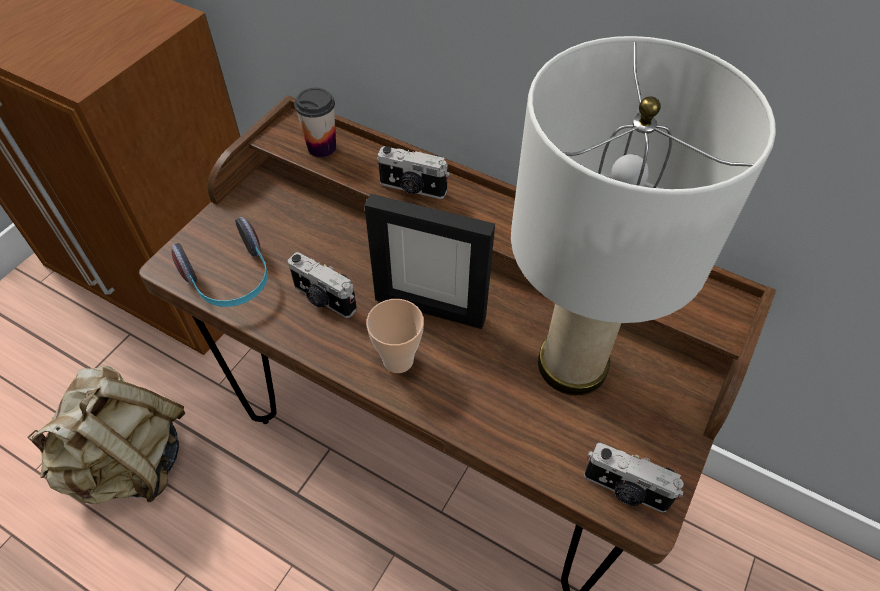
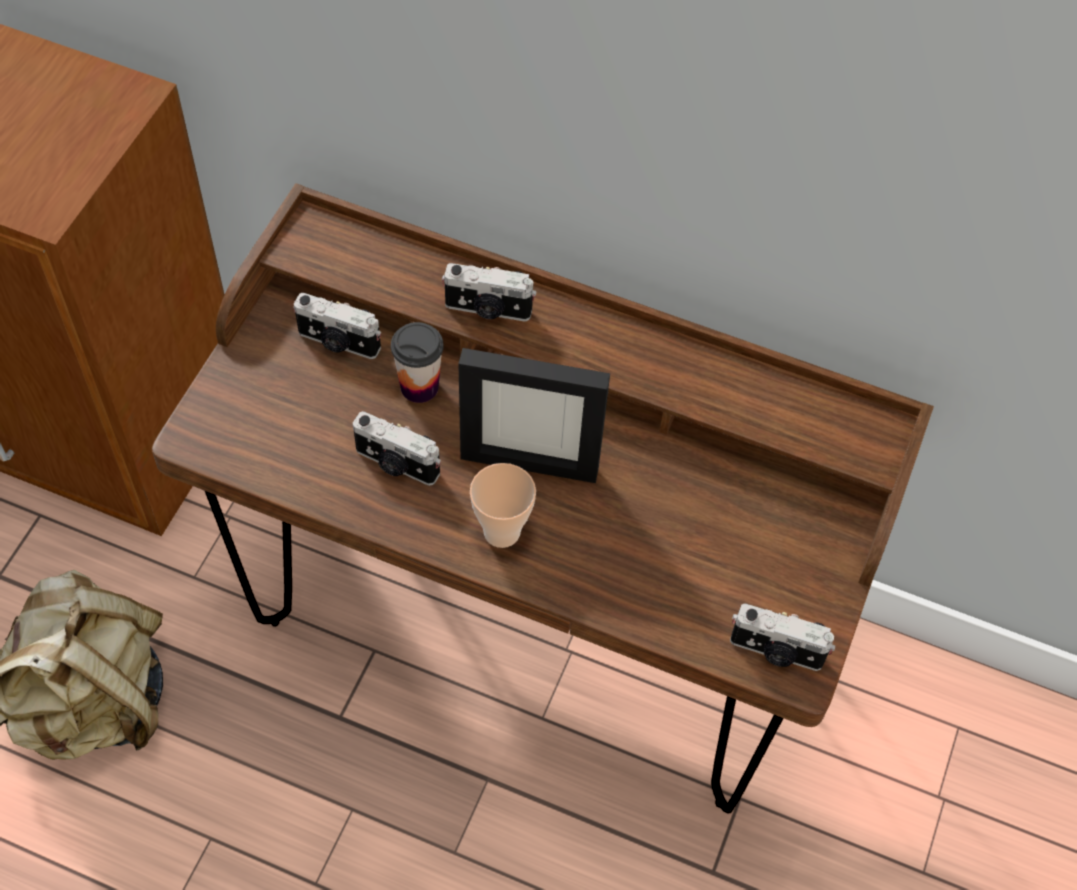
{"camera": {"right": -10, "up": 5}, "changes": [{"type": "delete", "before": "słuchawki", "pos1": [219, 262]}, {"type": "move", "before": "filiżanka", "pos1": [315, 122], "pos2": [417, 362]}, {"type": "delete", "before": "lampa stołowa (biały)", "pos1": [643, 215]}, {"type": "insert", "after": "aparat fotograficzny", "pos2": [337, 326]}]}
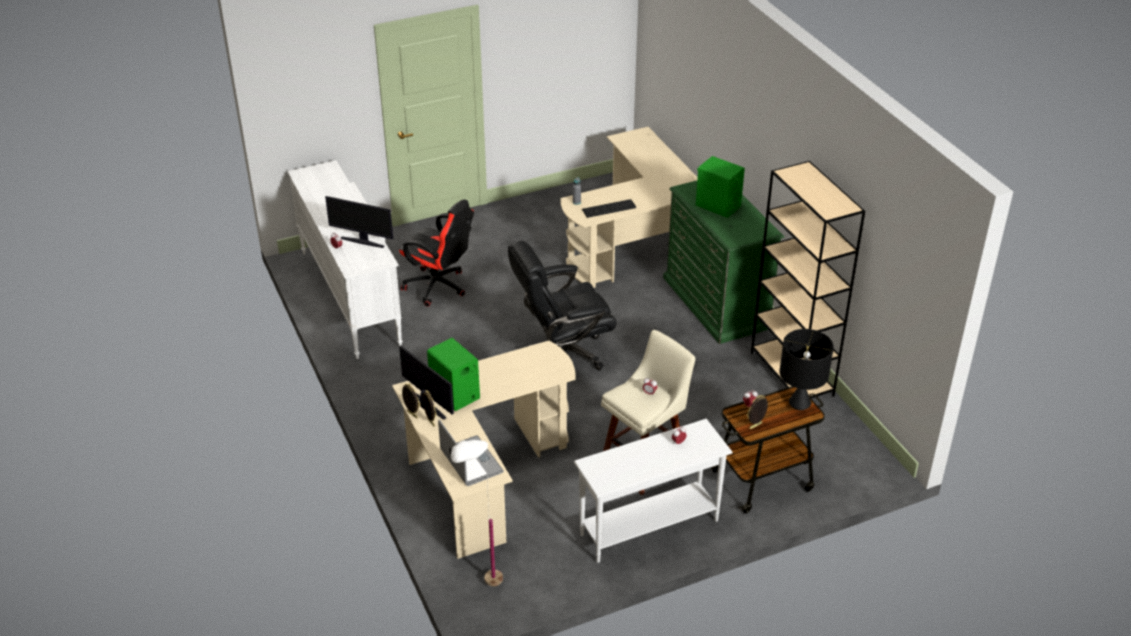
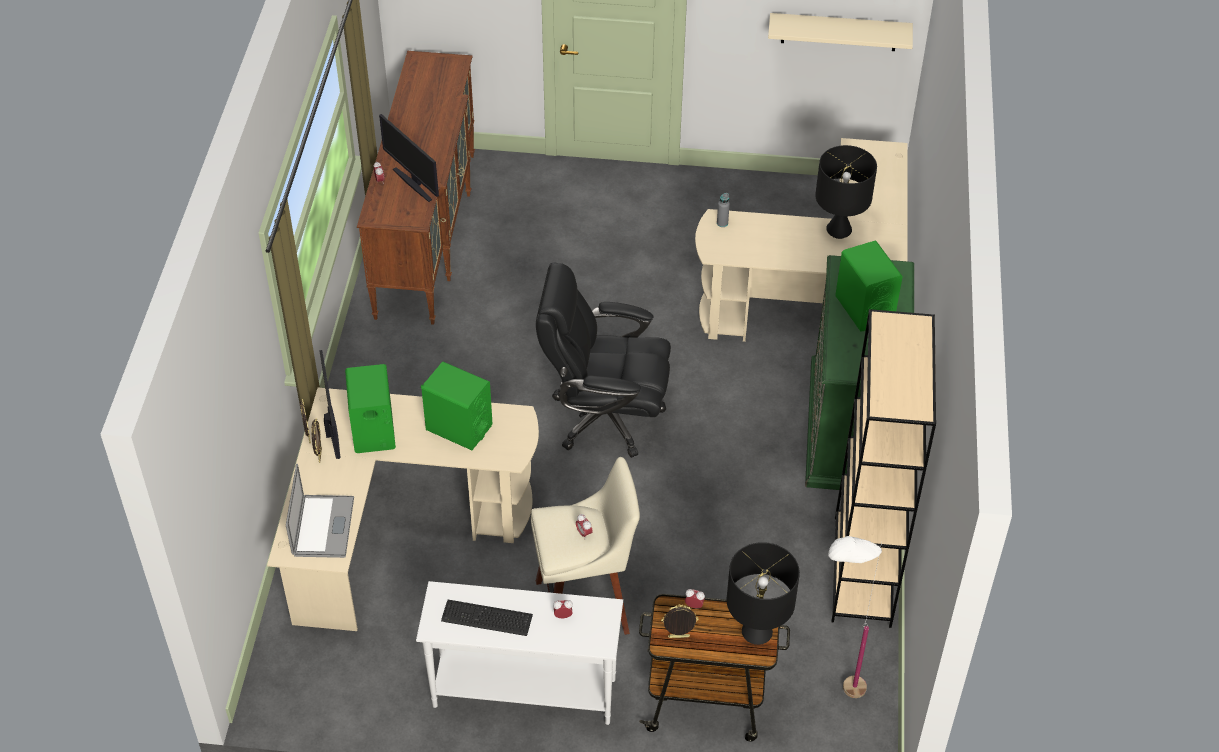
{"camera": {"right": 30, "up": 10}, "changes": [{"type": "recolor", "before": "szafka (biały)", "after": "szafka (brązowy)", "pos1": [345, 259], "pos2": [416, 188]}, {"type": "delete", "before": "krzesło biurowe (czarny)", "pos1": [436, 253]}, {"type": "move", "before": "lampa stojąca (biały)", "pos1": [477, 513], "pos2": [855, 617]}, {"type": "move", "before": "klawiatura", "pos1": [609, 208], "pos2": [487, 618]}, {"type": "insert", "after": "głośnik (zielony)", "pos2": [456, 406]}, {"type": "insert", "after": "półka (beżowy)", "pos2": [840, 32]}, {"type": "insert", "after": "lampa stołowa (czarny)", "pos2": [846, 192]}]}
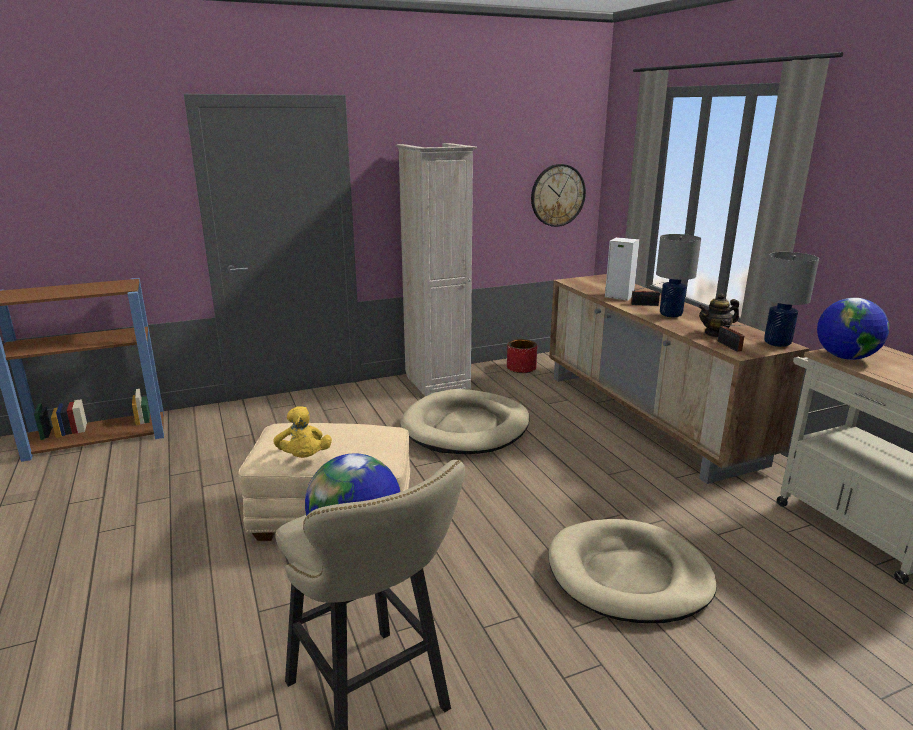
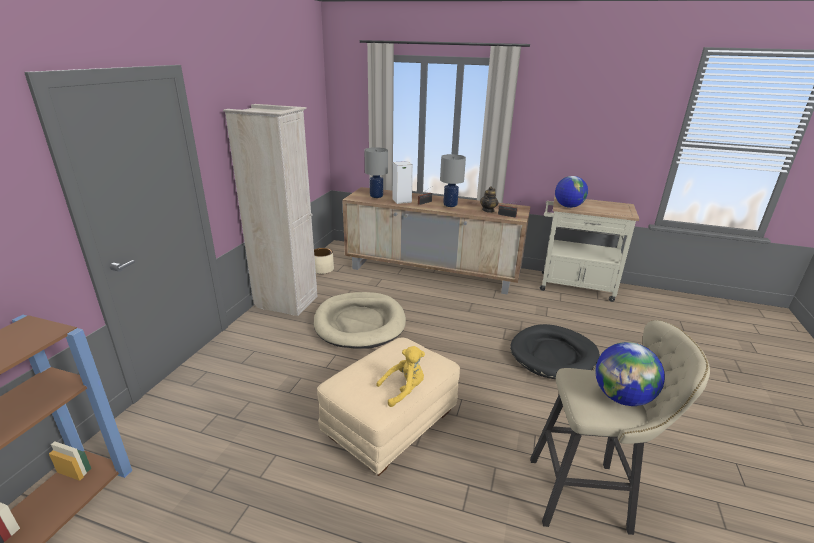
{"camera": {"right": -50, "up": 5}, "changes": [{"type": "rotate", "before": "pluszak (żółty)", "pos1": [302, 432], "pos2": [400, 376], "turn": -45}, {"type": "recolor", "before": "donica (czerwony)", "after": "donica (beżowy)", "pos1": [522, 356], "pos2": [324, 261]}, {"type": "delete", "before": "zegar ścienny", "pos1": [558, 195]}, {"type": "recolor", "before": "legowisko (beżowy)", "after": "legowisko (czarny)", "pos1": [632, 571], "pos2": [555, 351]}, {"type": "move", "before": "lampa stołowa (szary)", "pos1": [790, 299], "pos2": [376, 172]}]}
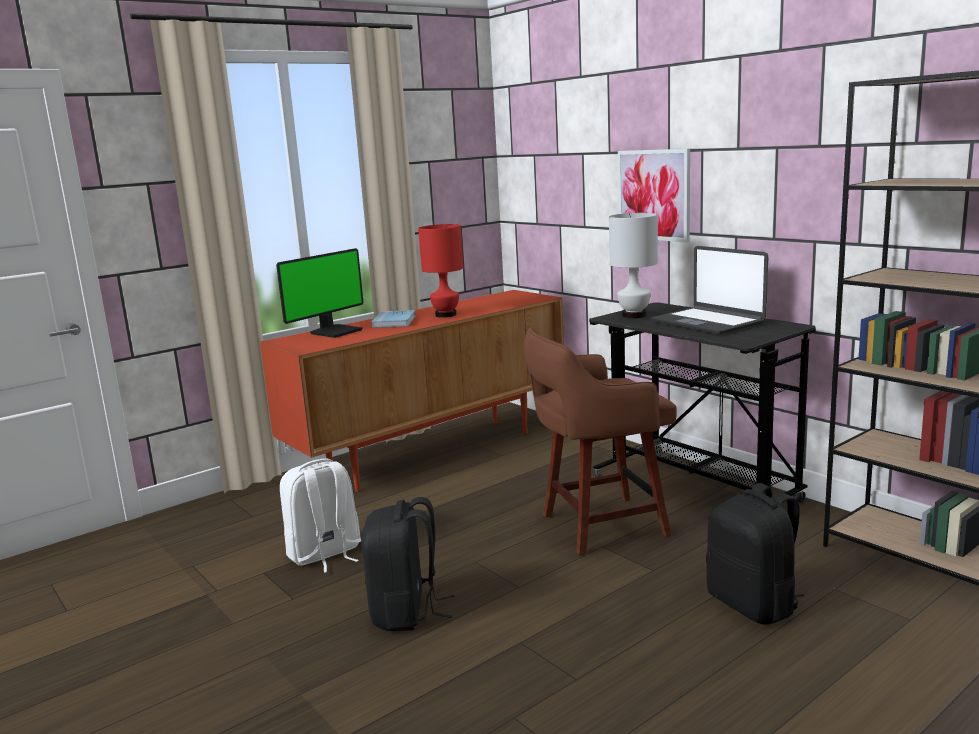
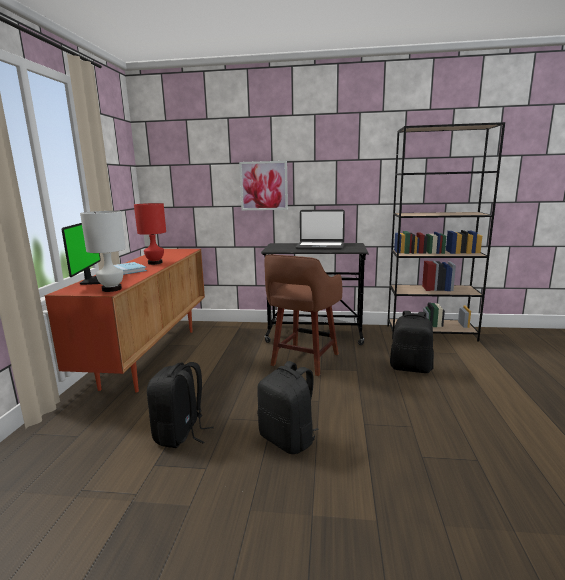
{"camera": {"right": -45, "up": 0}, "changes": [{"type": "recolor", "before": "plecak (biały)", "after": "plecak (czarny)", "pos1": [320, 516], "pos2": [180, 405]}, {"type": "move", "before": "lampa stołowa (biały)", "pos1": [633, 265], "pos2": [103, 251]}]}
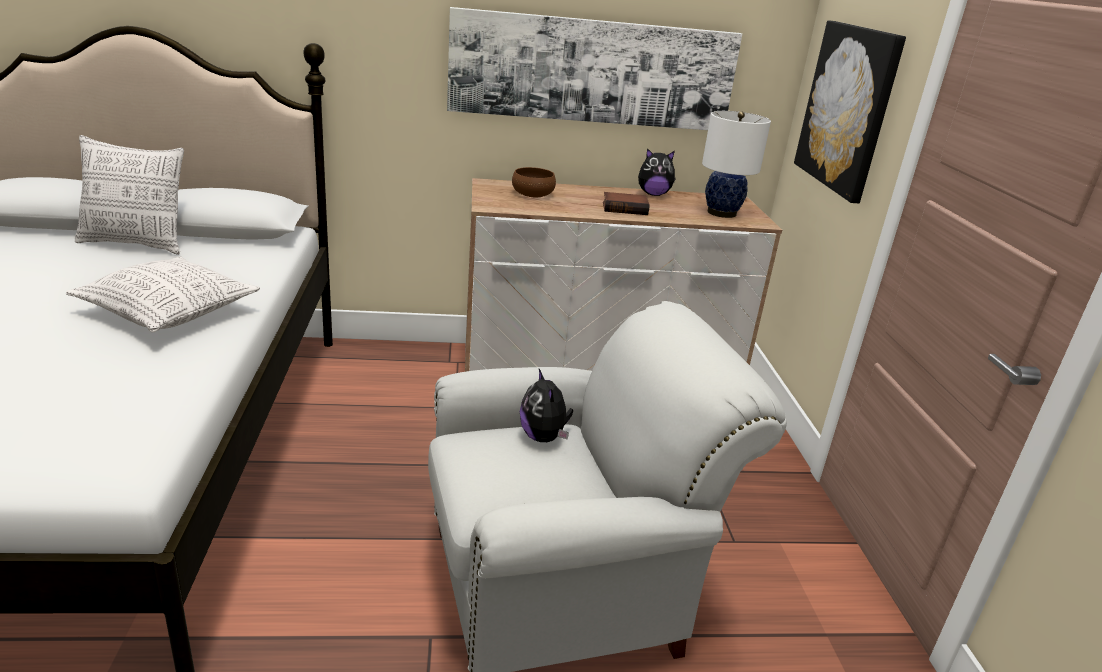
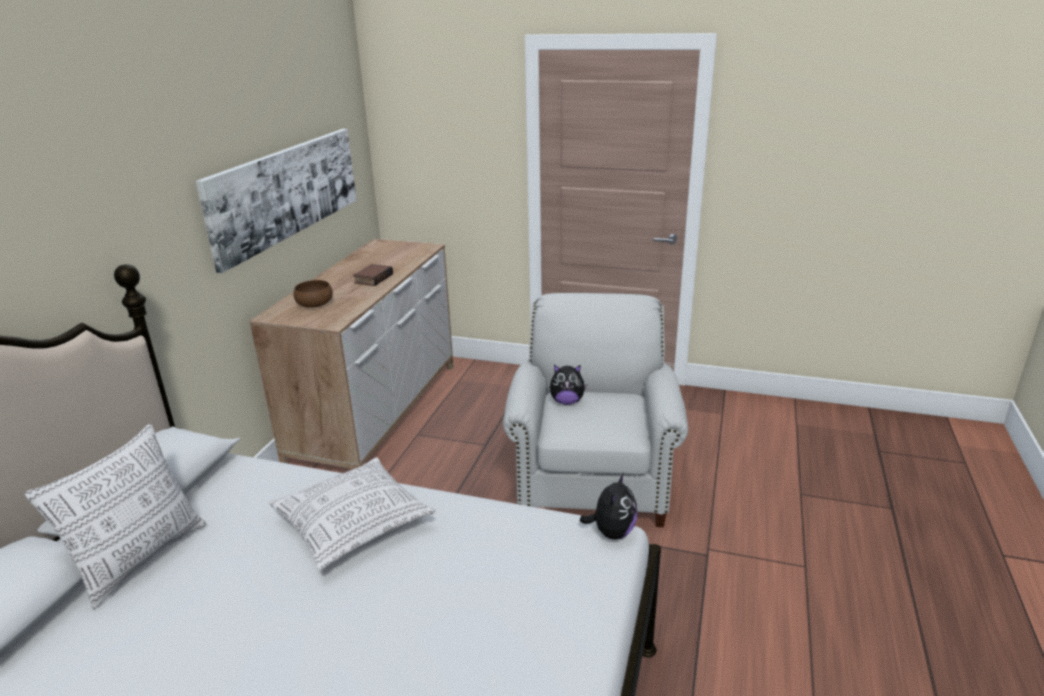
{"camera": {"right": -65, "up": 0}, "changes": [{"type": "move", "before": "pluszak", "pos1": [657, 172], "pos2": [609, 506]}, {"type": "delete", "before": "lampa stołowa (biały)", "pos1": [736, 164]}, {"type": "delete", "before": "obraz", "pos1": [850, 111]}]}
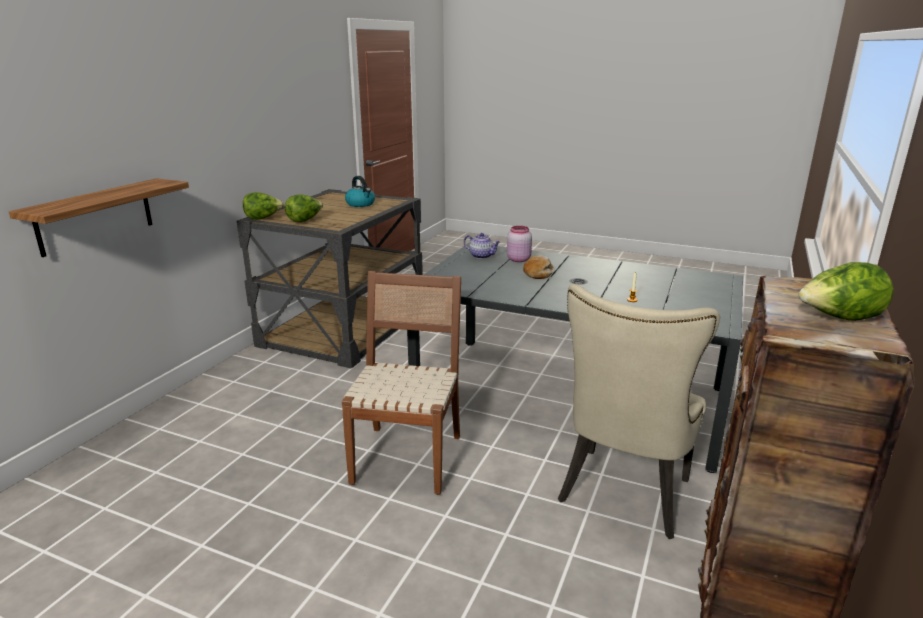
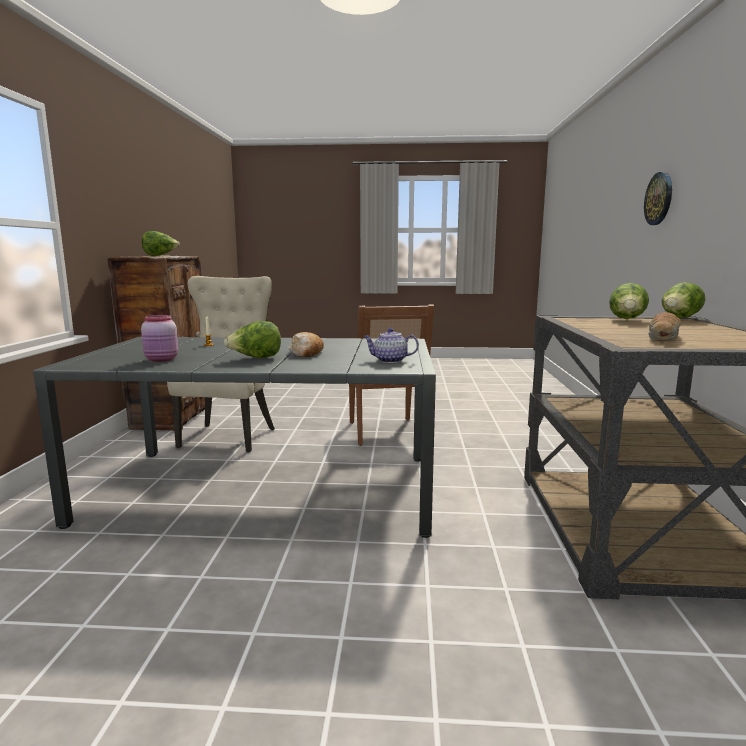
{"camera": {"right": 160, "up": -10}, "changes": [{"type": "delete", "before": "półka", "pos1": [99, 217]}, {"type": "replace", "before": "czajnik", "after": "chleb", "pos1": [360, 191], "pos2": [665, 326]}, {"type": "move", "before": "słoik (różowy)", "pos1": [519, 244], "pos2": [159, 338]}, {"type": "insert", "after": "sałata", "pos2": [252, 339]}, {"type": "insert", "after": "zegar ścienny", "pos2": [658, 198]}]}
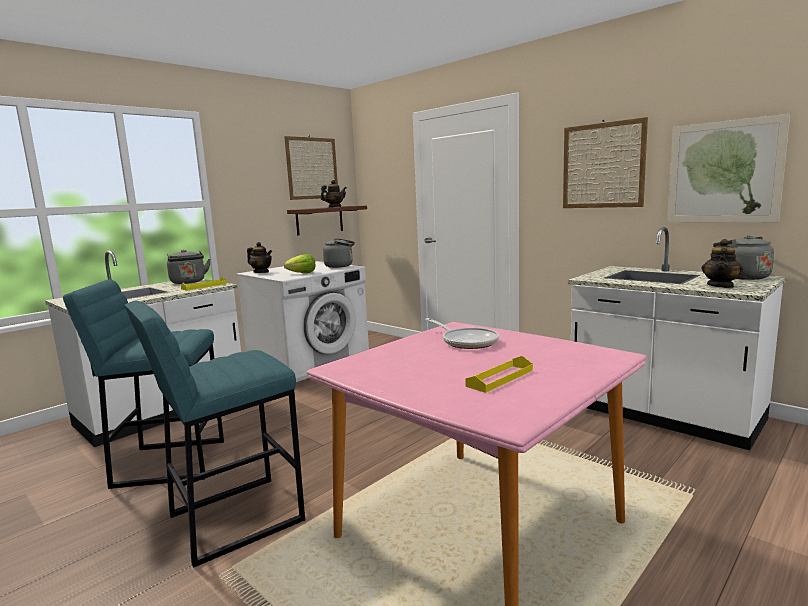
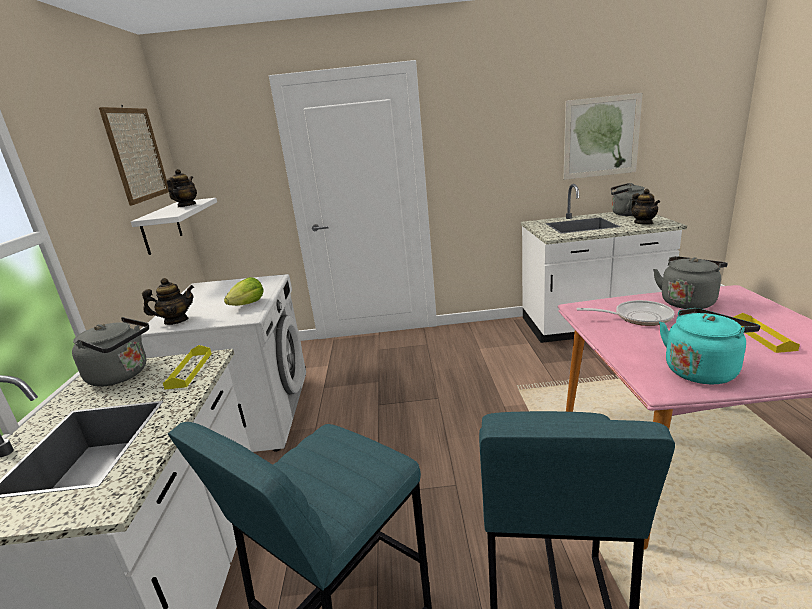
{"camera": {"right": -45, "up": 10}, "changes": [{"type": "recolor", "before": "półka (brązowy)", "after": "półka (biały)", "pos1": [327, 220], "pos2": [174, 226]}, {"type": "move", "before": "czajnik (szary)", "pos1": [339, 253], "pos2": [690, 282]}, {"type": "delete", "before": "obraz", "pos1": [605, 162]}, {"type": "insert", "after": "czajnik (turkusowy)", "pos2": [709, 346]}]}
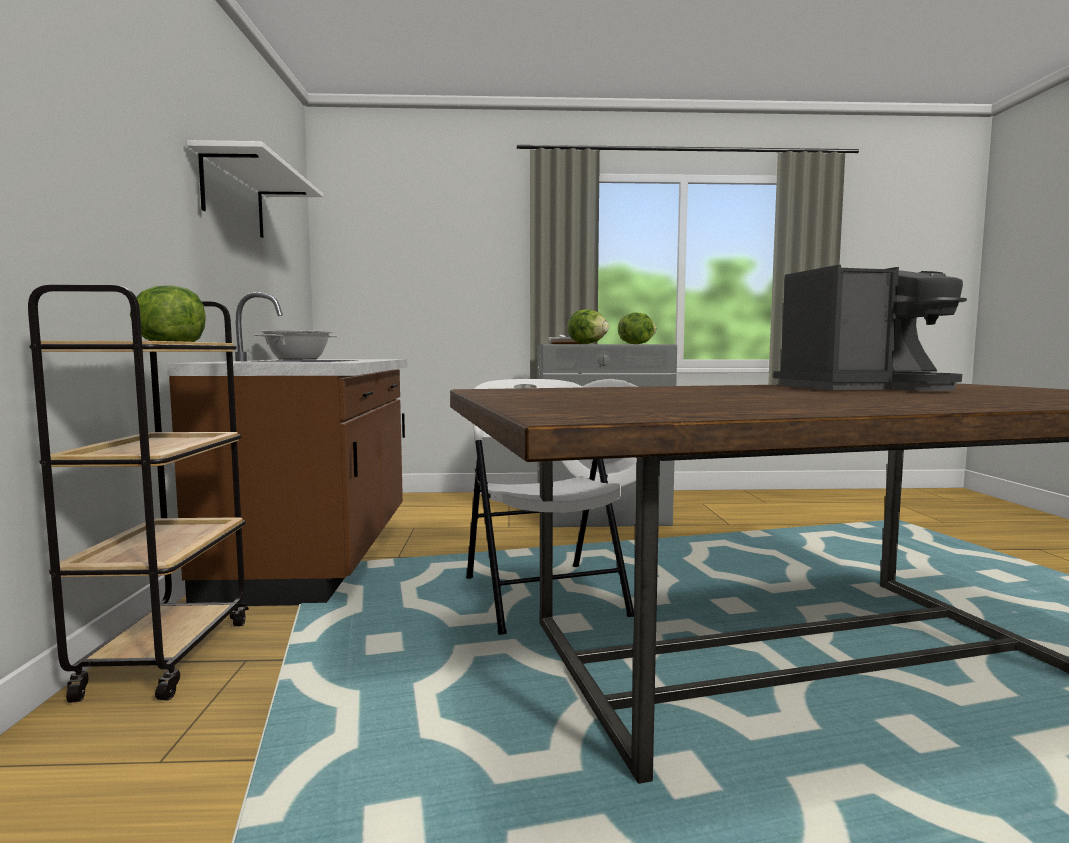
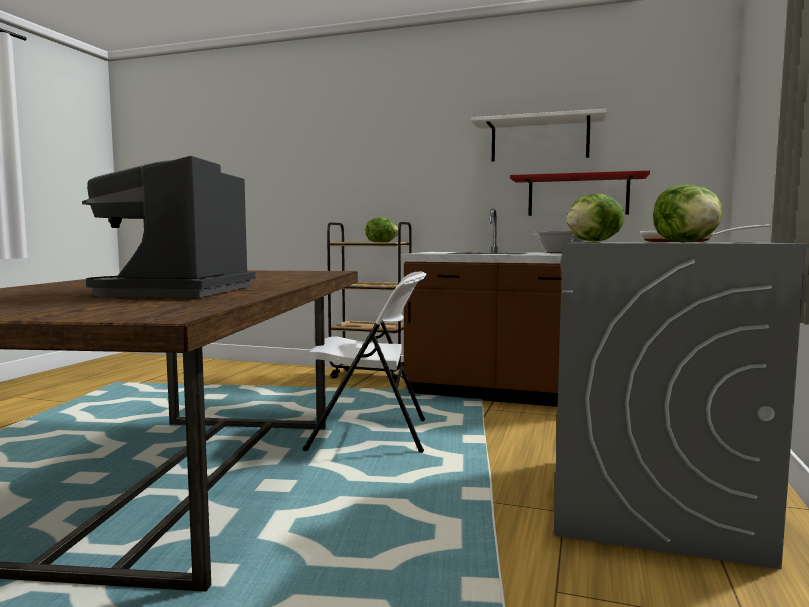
{"camera": {"right": 110, "up": 0}, "changes": [{"type": "insert", "after": "półka (czerwony)", "pos2": [580, 193]}]}
